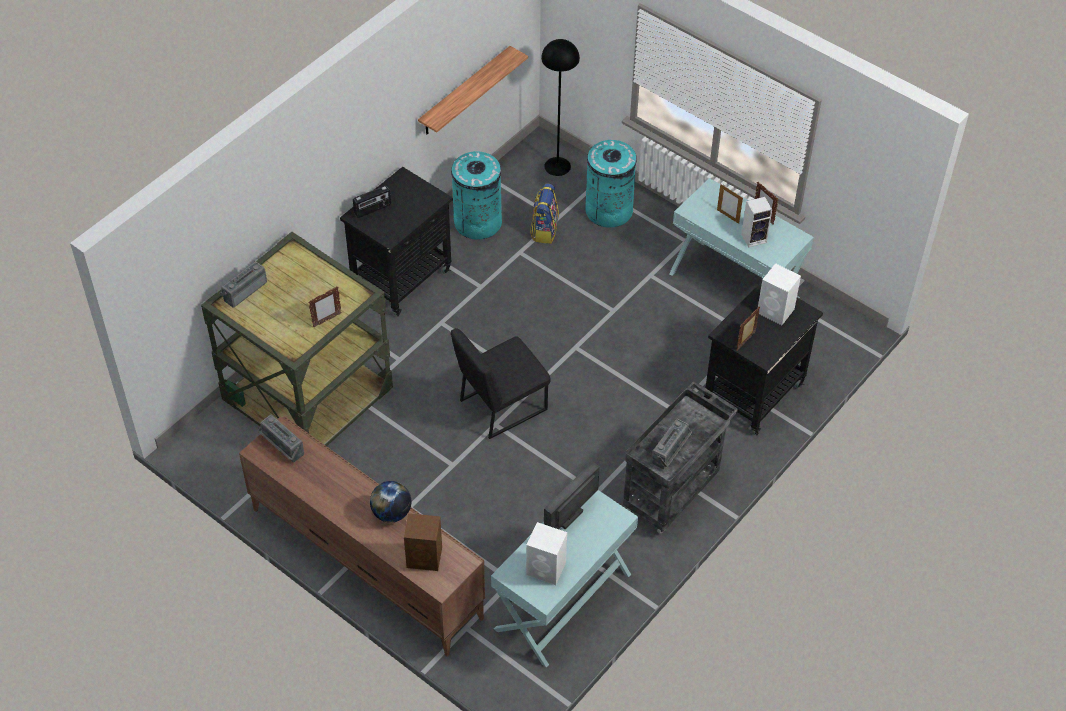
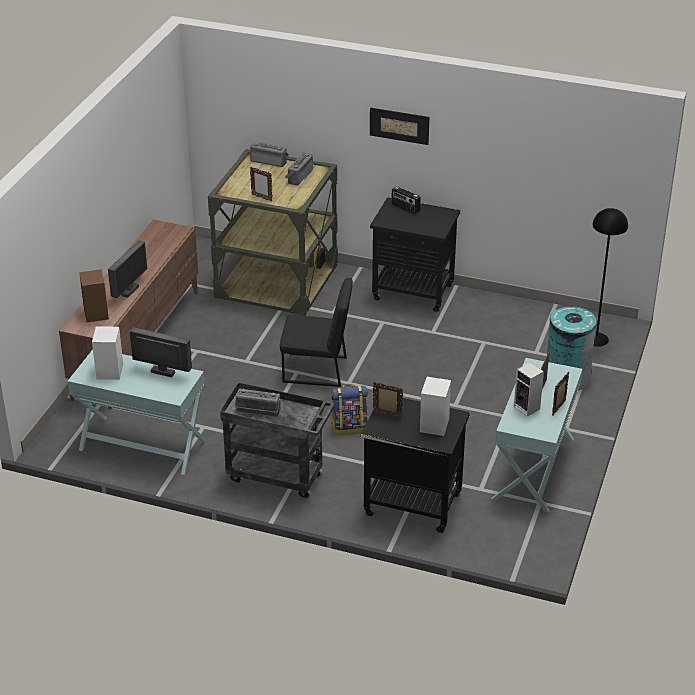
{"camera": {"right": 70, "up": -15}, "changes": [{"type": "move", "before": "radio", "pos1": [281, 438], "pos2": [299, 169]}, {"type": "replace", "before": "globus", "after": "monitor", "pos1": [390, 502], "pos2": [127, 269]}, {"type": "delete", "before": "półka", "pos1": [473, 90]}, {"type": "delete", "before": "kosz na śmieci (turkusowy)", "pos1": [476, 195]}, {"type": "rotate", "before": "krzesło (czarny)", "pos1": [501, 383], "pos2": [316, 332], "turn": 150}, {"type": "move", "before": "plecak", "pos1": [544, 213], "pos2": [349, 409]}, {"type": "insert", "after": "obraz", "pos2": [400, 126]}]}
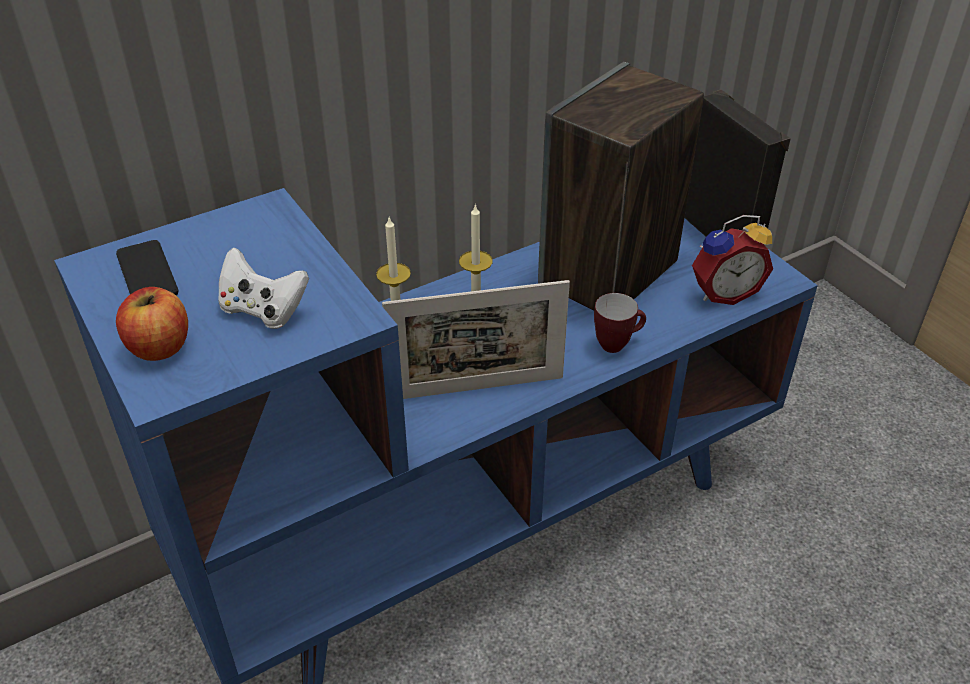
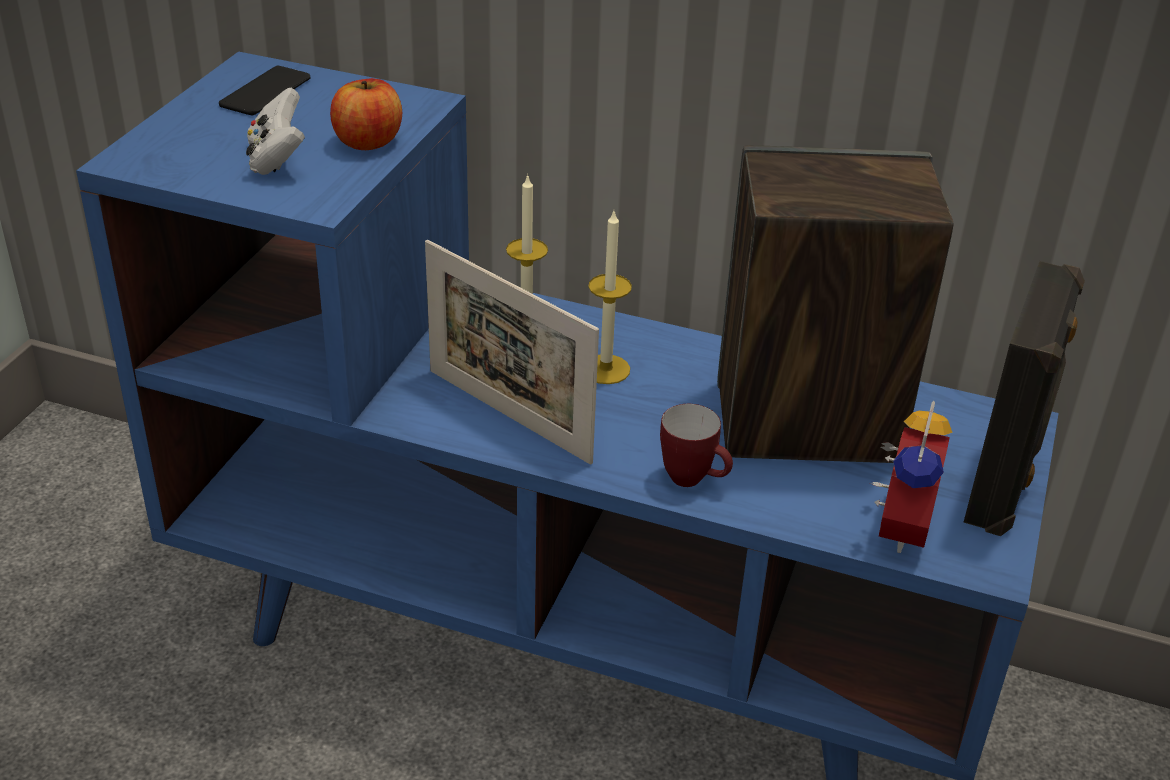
{"camera": {"right": 50, "up": -5}, "changes": [{"type": "move", "before": "jabłko", "pos1": [152, 324], "pos2": [366, 114]}, {"type": "rotate", "before": "budzik", "pos1": [732, 260], "pos2": [911, 477], "turn": -105}]}
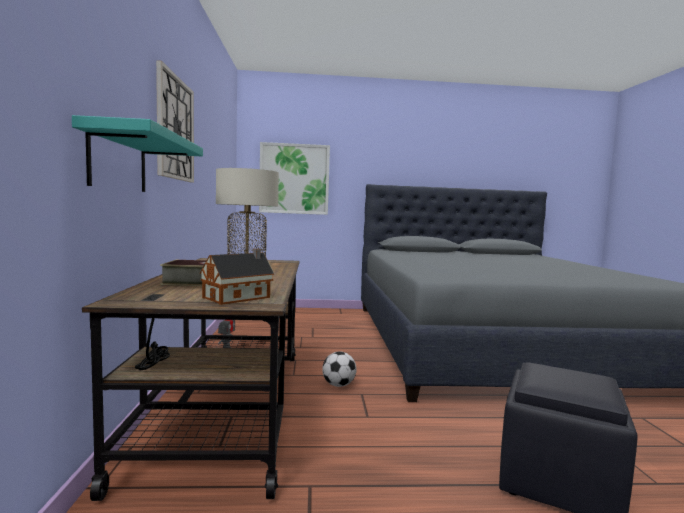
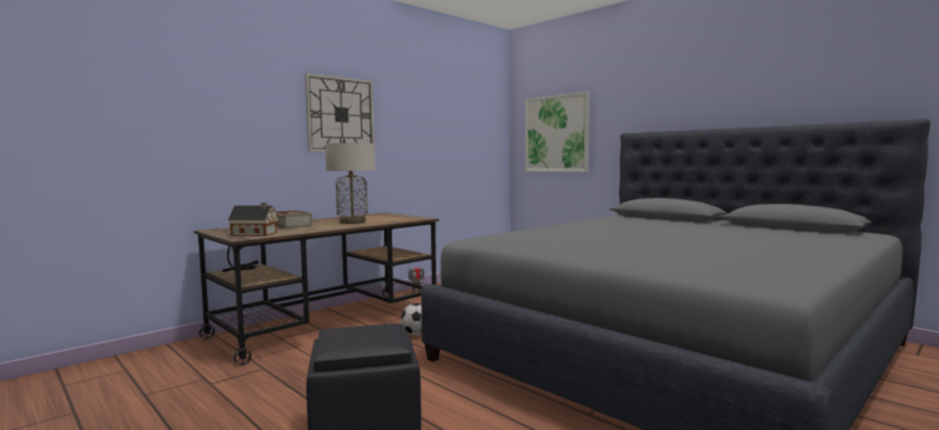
{"camera": {"right": 50, "up": 0}, "changes": [{"type": "delete", "before": "półka (turkusowy)", "pos1": [137, 153]}]}
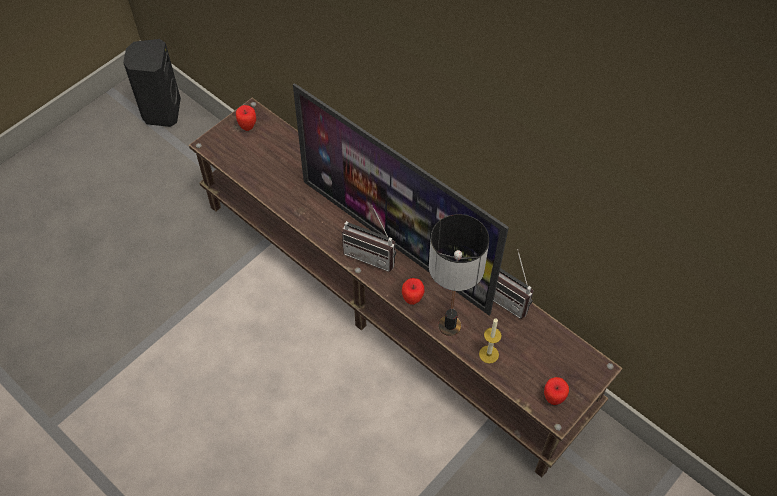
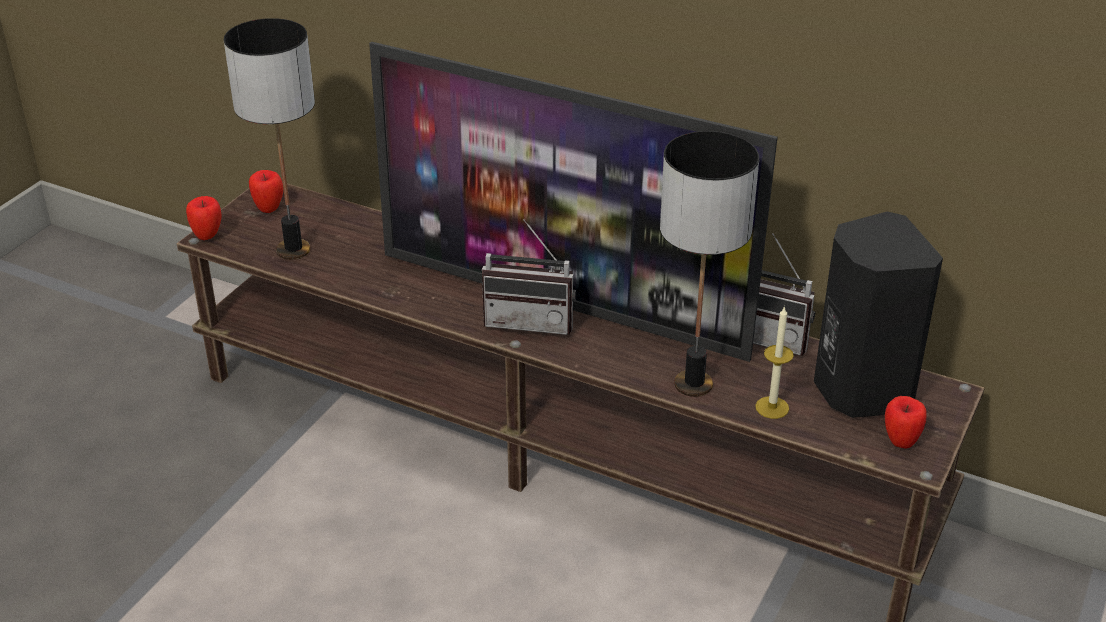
{"camera": {"right": -15, "up": -20}, "changes": [{"type": "move", "before": "głośnik (czarny)", "pos1": [152, 83], "pos2": [878, 314]}, {"type": "move", "before": "jabłko", "pos1": [413, 291], "pos2": [203, 218]}, {"type": "insert", "after": "lampa stołowa", "pos2": [269, 139]}]}
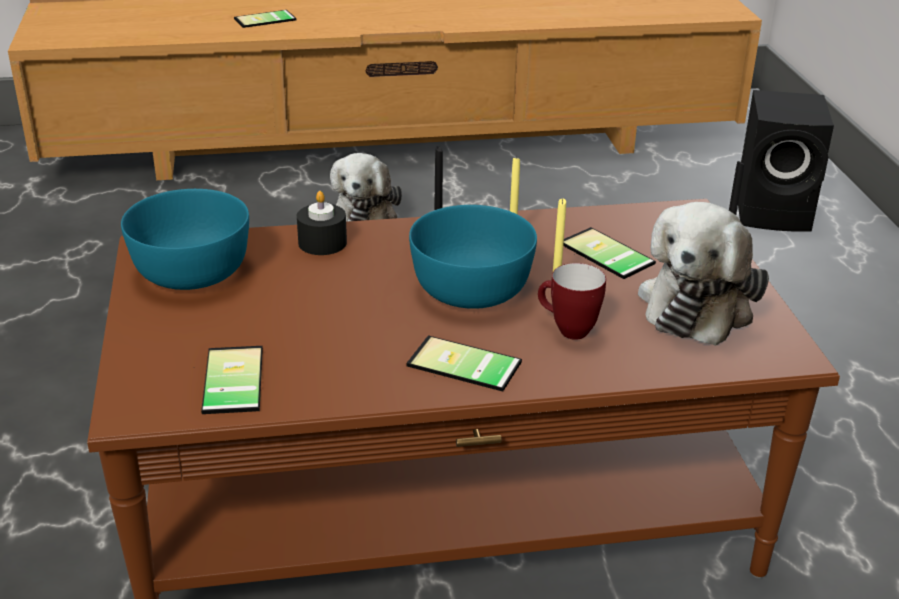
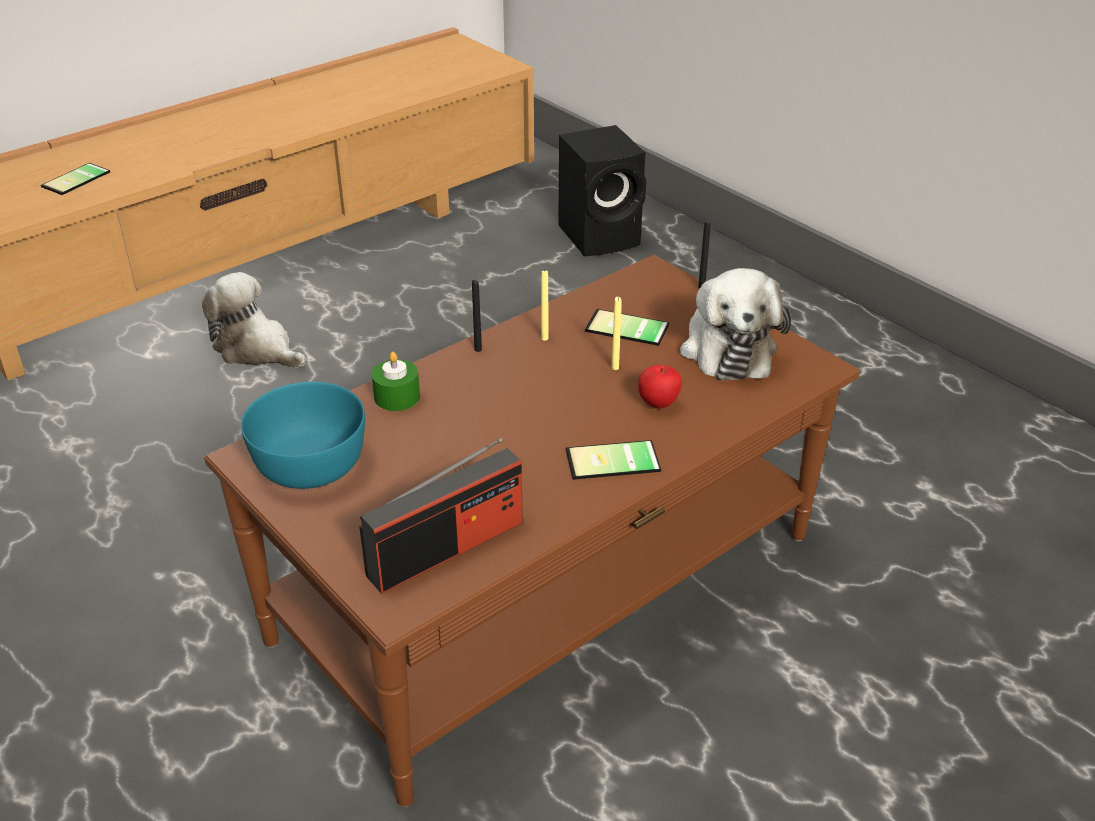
{"camera": {"right": -30, "up": 5}, "changes": [{"type": "replace", "before": "telefon", "after": "radio", "pos1": [232, 380], "pos2": [441, 515]}, {"type": "recolor", "before": "świeca (czarny)", "after": "świeca (zielony)", "pos1": [322, 223], "pos2": [396, 381]}, {"type": "rotate", "before": "pluszak", "pos1": [366, 187], "pos2": [254, 320], "turn": 150}, {"type": "delete", "before": "miska (turkusowy)", "pos1": [473, 257]}, {"type": "replace", "before": "kubek", "after": "jabłko", "pos1": [572, 301], "pos2": [660, 387]}]}
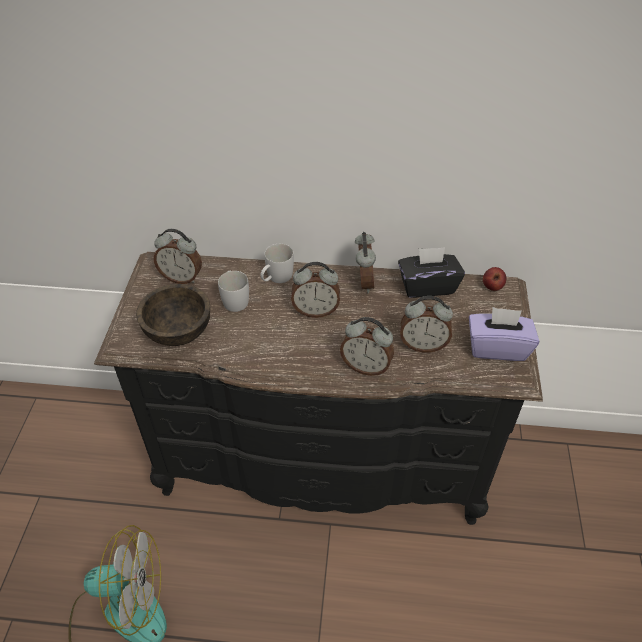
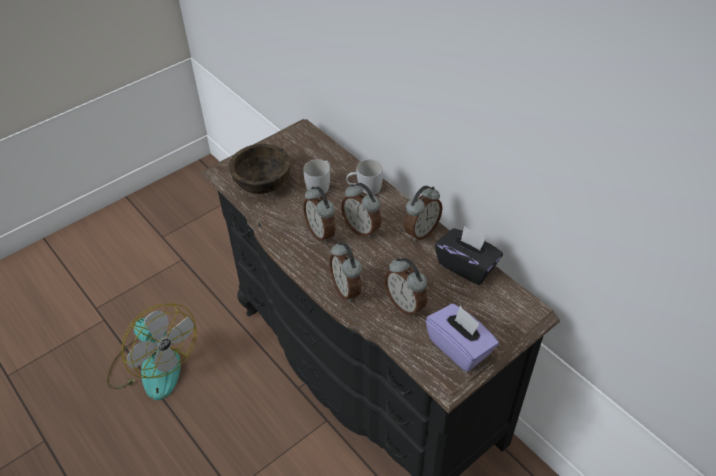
{"camera": {"right": 45, "up": 0}, "changes": [{"type": "move", "before": "budzik", "pos1": [178, 256], "pos2": [319, 214]}, {"type": "delete", "before": "jabłko", "pos1": [494, 279]}]}
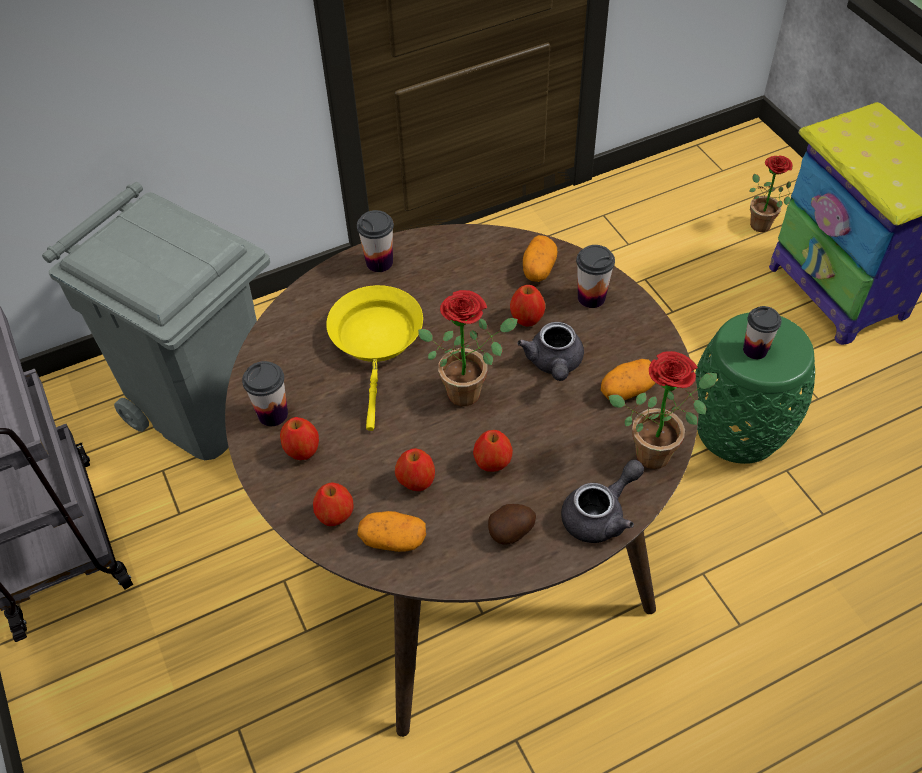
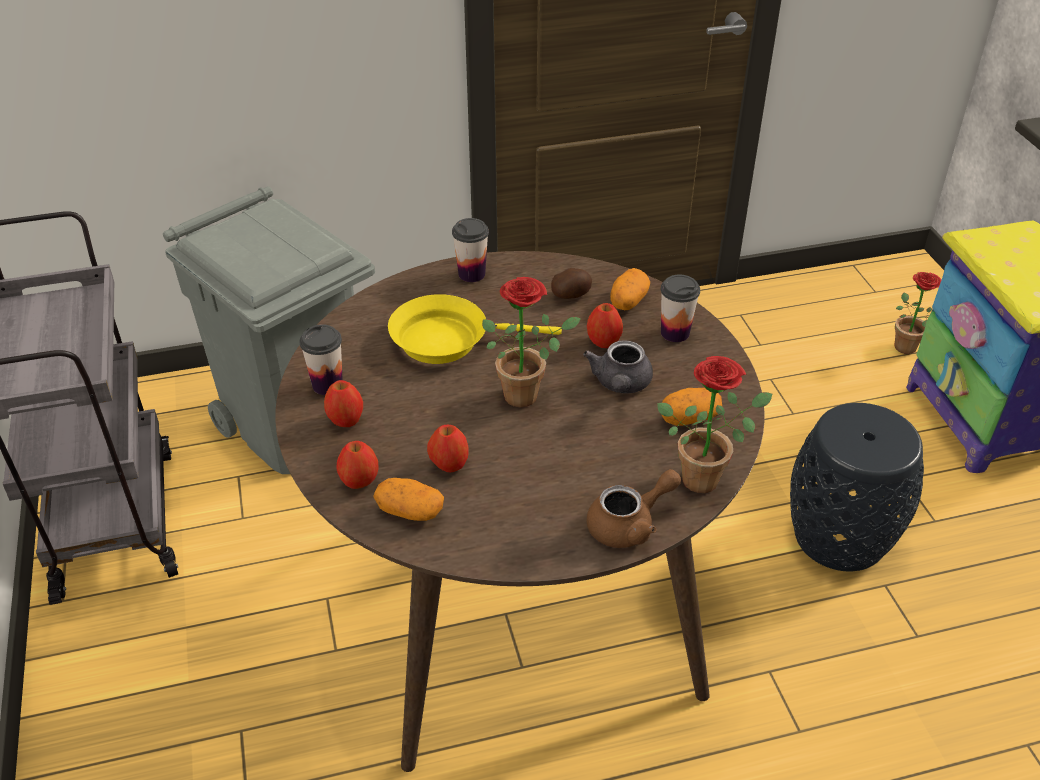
{"camera": {"right": 10, "up": -10}, "changes": [{"type": "rotate", "before": "patelnia (żółty)", "pos1": [374, 358], "pos2": [475, 329], "turn": -105}, {"type": "delete", "before": "jabłko", "pos1": [493, 451]}, {"type": "move", "before": "ziemniak", "pos1": [512, 524], "pos2": [571, 283]}, {"type": "recolor", "before": "imbryk (szary)", "after": "imbryk (brązowy)", "pos1": [602, 501], "pos2": [633, 508]}, {"type": "recolor", "before": "stołek (zielony)", "after": "stołek (czarny)", "pos1": [755, 388], "pos2": [857, 487]}, {"type": "delete", "before": "filiżanka", "pos1": [762, 332]}]}
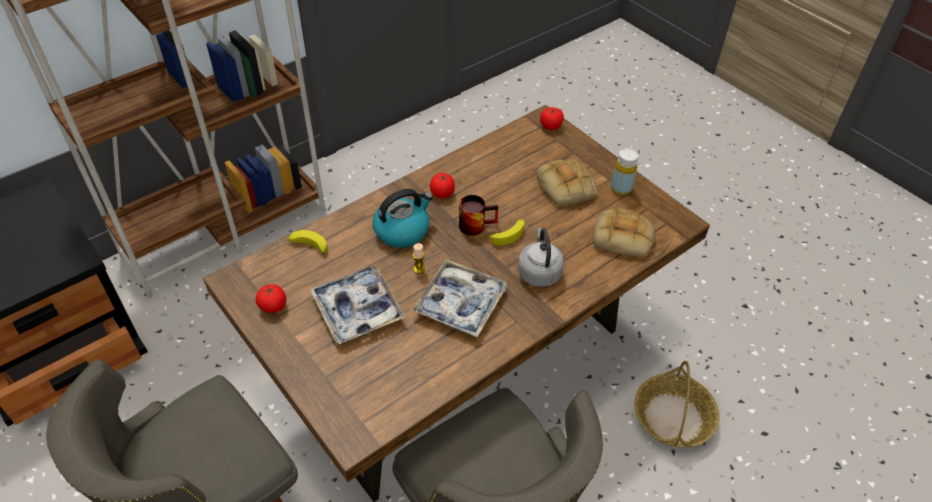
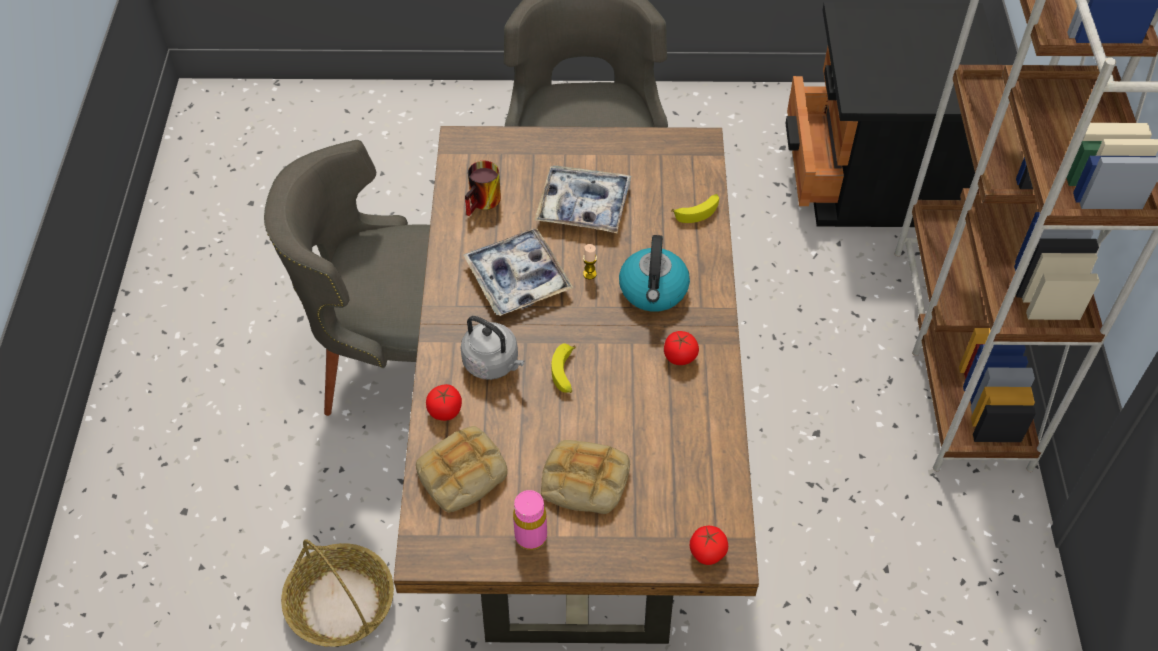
{"camera": {"right": 130, "up": 5}, "changes": [{"type": "move", "before": "pomidor", "pos1": [271, 298], "pos2": [444, 402]}, {"type": "move", "before": "kubek", "pos1": [478, 215], "pos2": [483, 188]}, {"type": "recolor", "before": "butelka (żółty)", "after": "butelka (różowy)", "pos1": [625, 171], "pos2": [530, 520]}]}
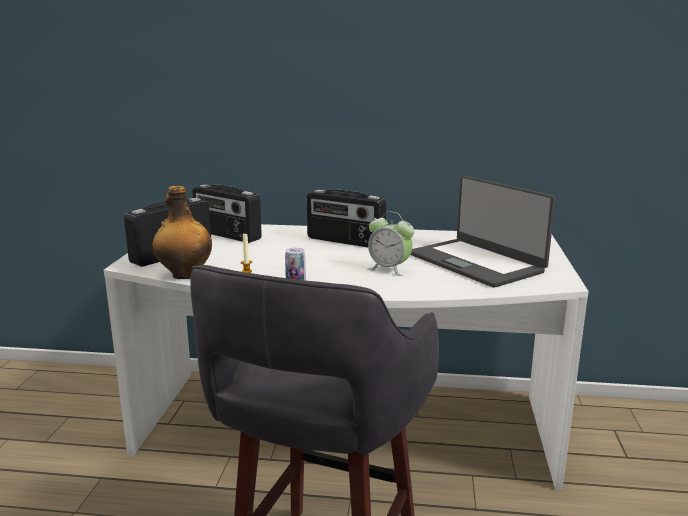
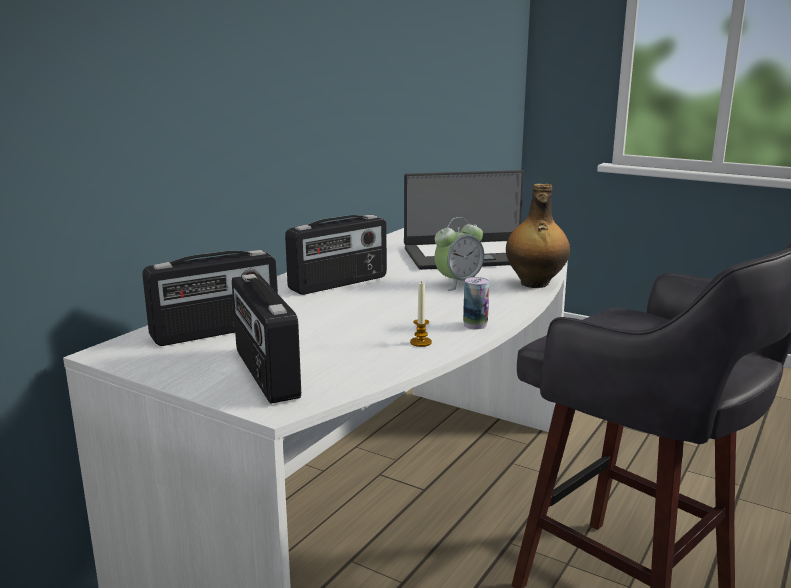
{"camera": {"right": -65, "up": 0}, "changes": [{"type": "move", "before": "butelka", "pos1": [182, 232], "pos2": [538, 236]}]}
